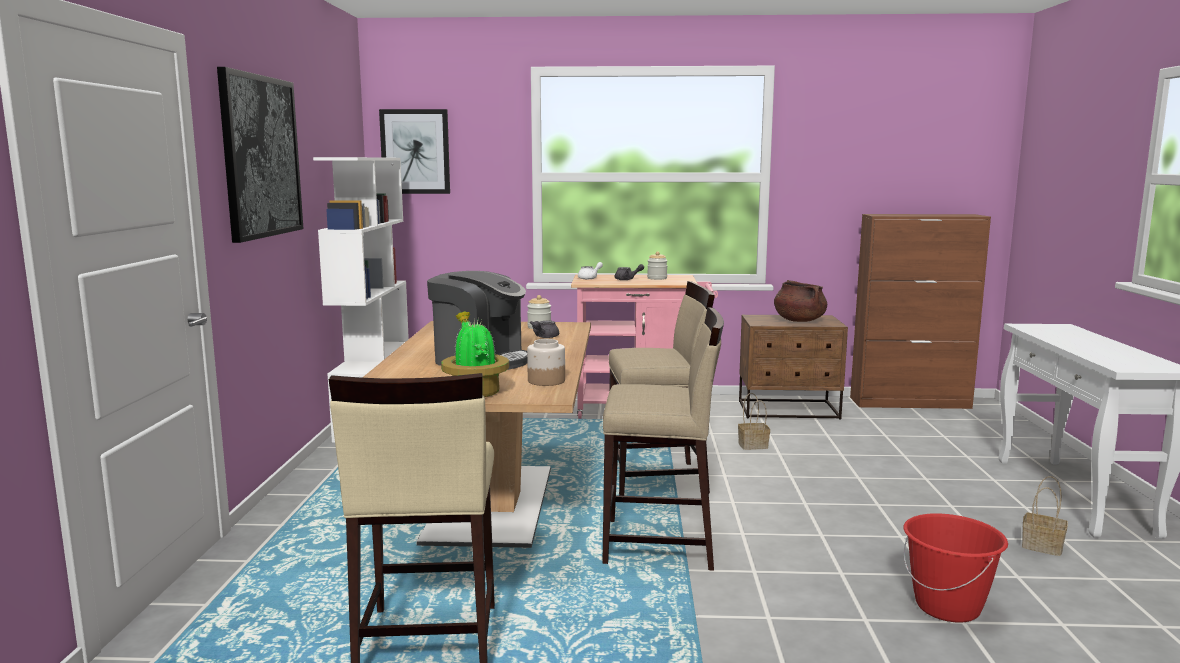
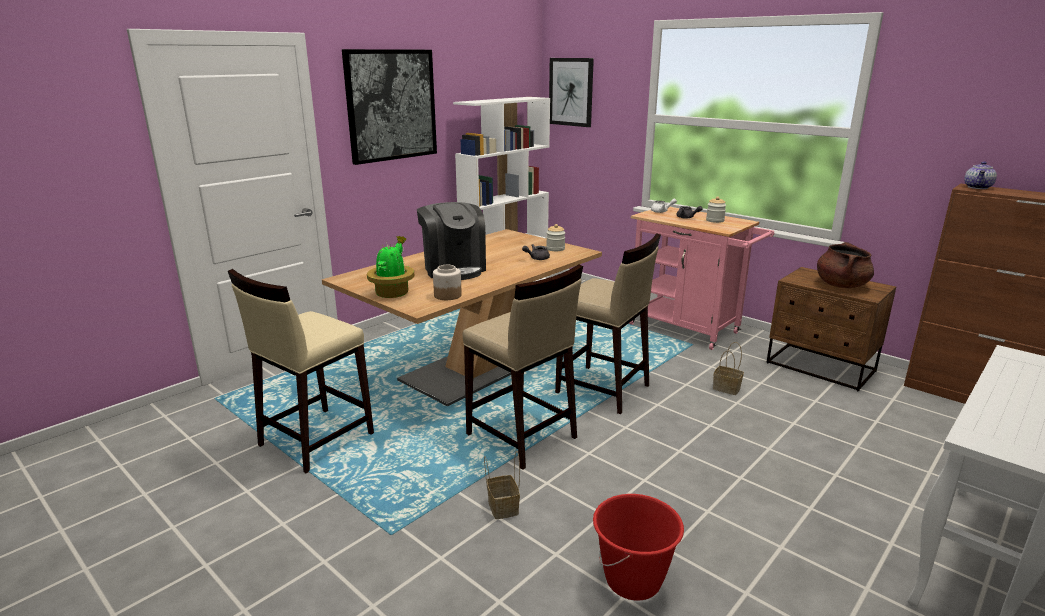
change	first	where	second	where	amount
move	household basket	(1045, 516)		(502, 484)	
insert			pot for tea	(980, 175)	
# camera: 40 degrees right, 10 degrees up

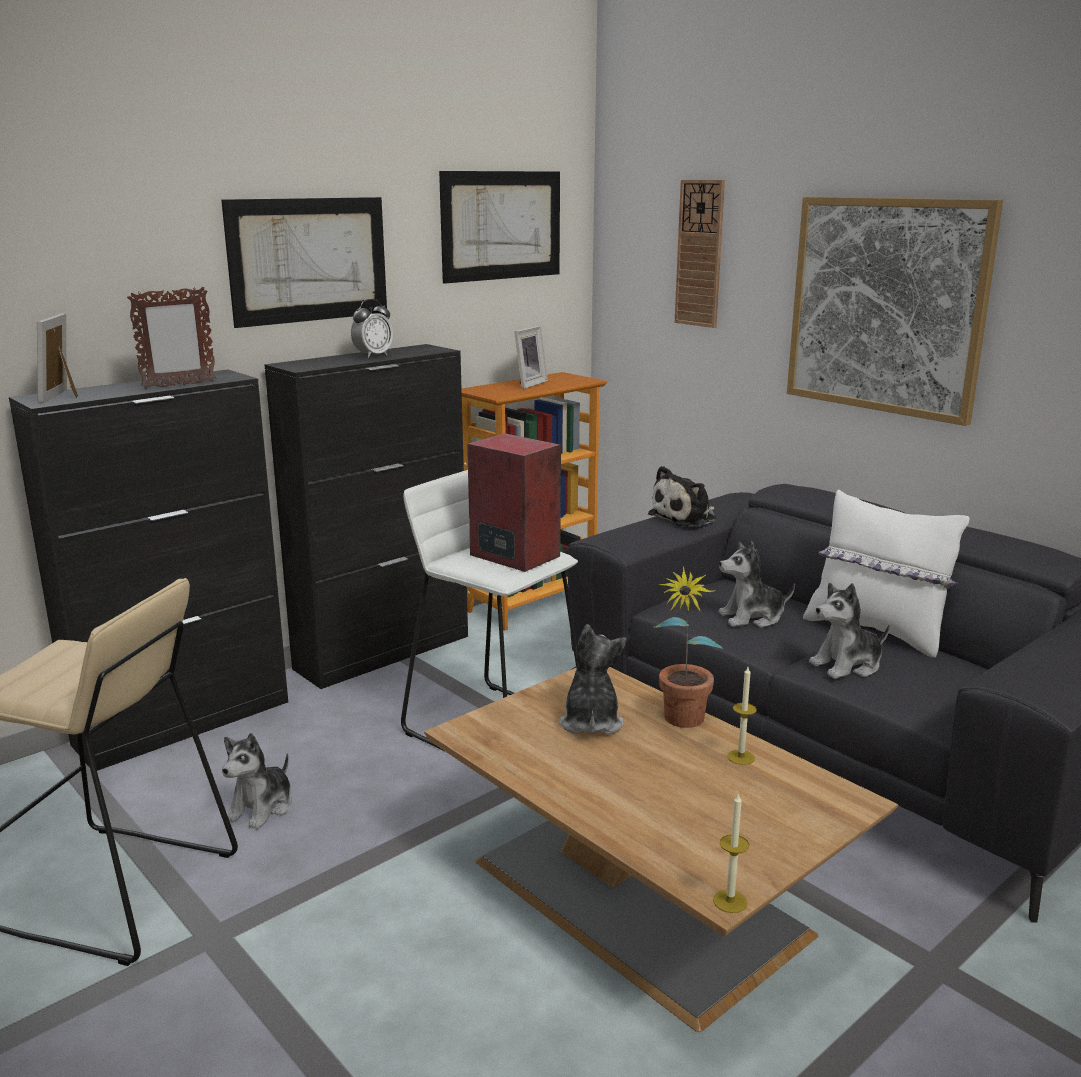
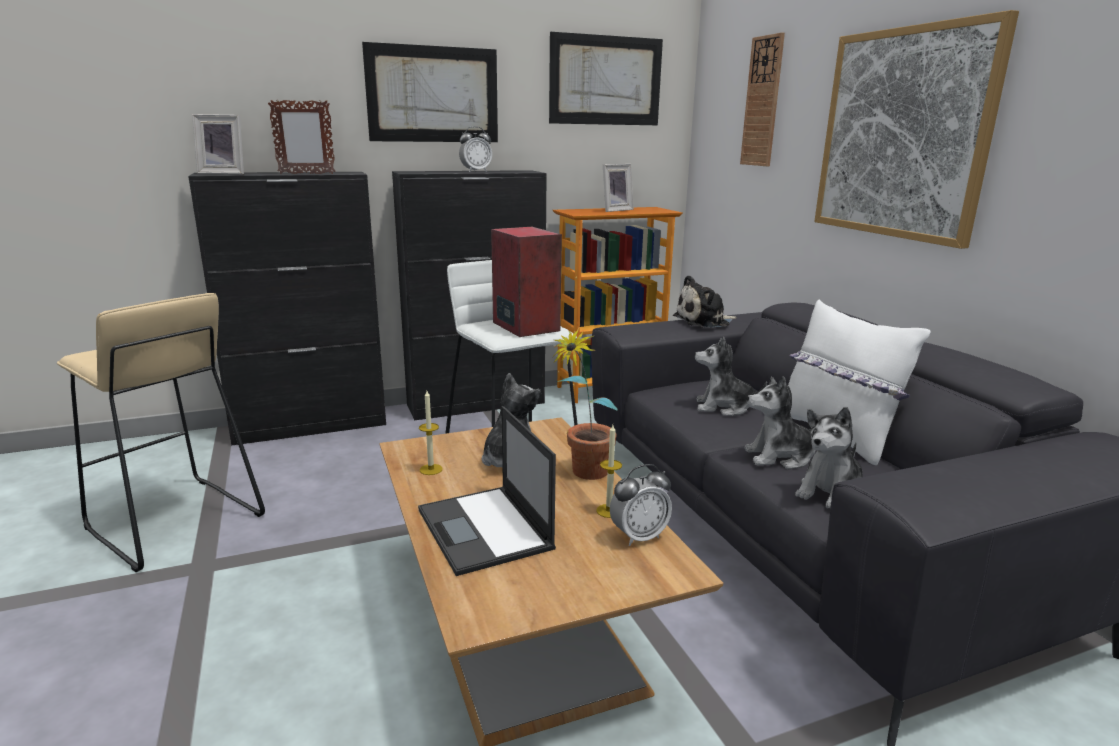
change	first	where	second	where	amount
rotate	photo frame	(57, 358)		(218, 144)	105 degrees counterclockwise
move	plush toy	(257, 781)		(829, 457)	
move	wax candle	(731, 852)		(431, 433)	
insert			laptop	(487, 491)	
insert			table clock	(641, 505)	
# camera: 20 degrees right, 0 degrees up

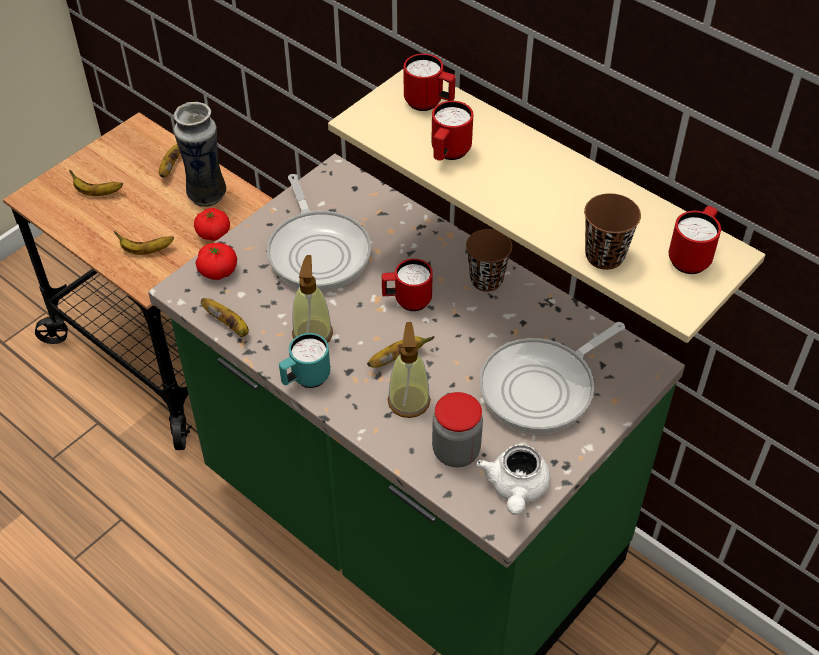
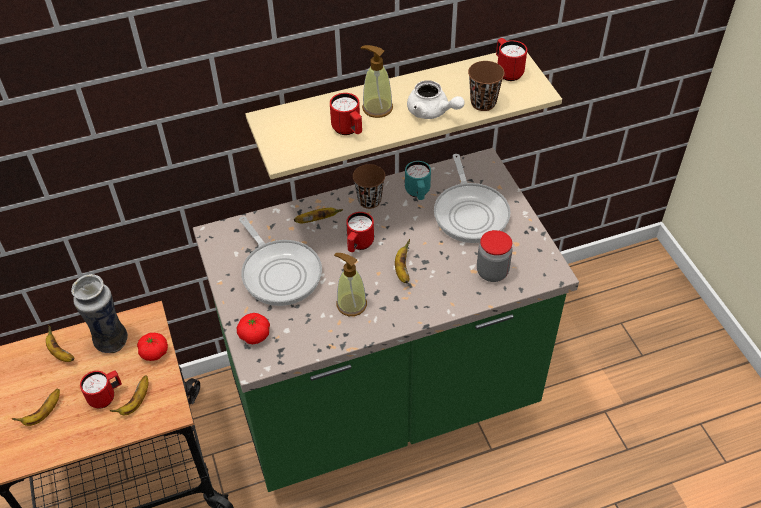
change	first	where	second	where	amount
move	red-coloured tea mug	(430, 82)		(101, 389)	
rotate	frying pan	(319, 232)		(280, 261)	45 degrees clockwise
move	whole banana	(225, 317)		(318, 215)	
move	soap bottle	(409, 370)		(377, 81)	
move	turquoise tea mug	(304, 360)		(418, 180)	
move	white pot for tea	(513, 479)		(436, 99)	
# camera: 60 degrees left, 0 degrees up

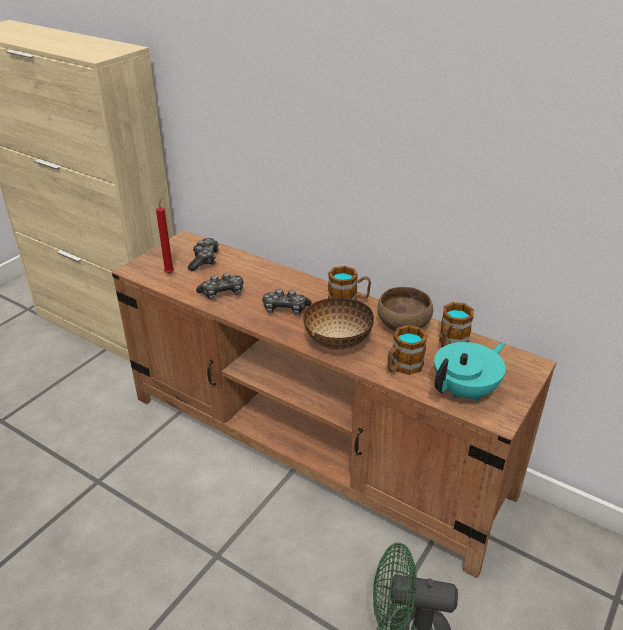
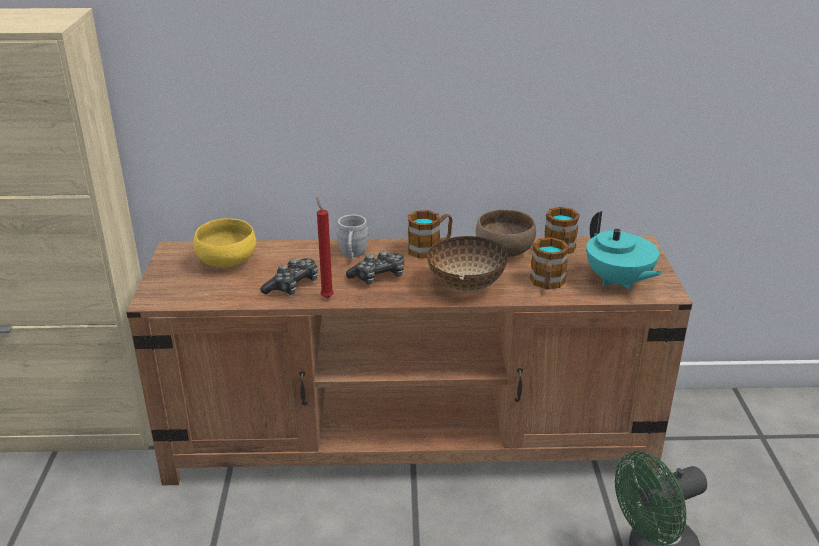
change	first	where	second	where	amount
move	red-coloured wax candle	(165, 235)		(325, 248)	
replace	gamepad	(203, 254)	yellow deep dish	(225, 242)	
rotate	turquoise pot for tea	(469, 371)		(624, 250)	135 degrees clockwise
insert			grey tea mug	(353, 237)	
# camera: 35 degrees left, 5 degrees down

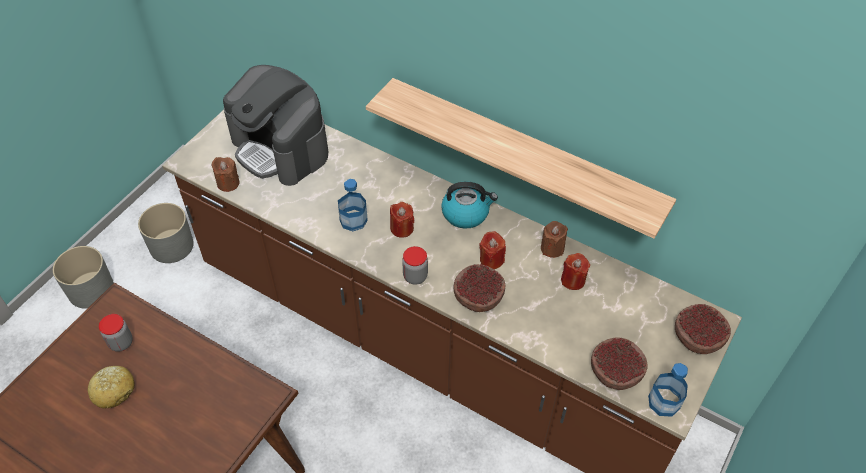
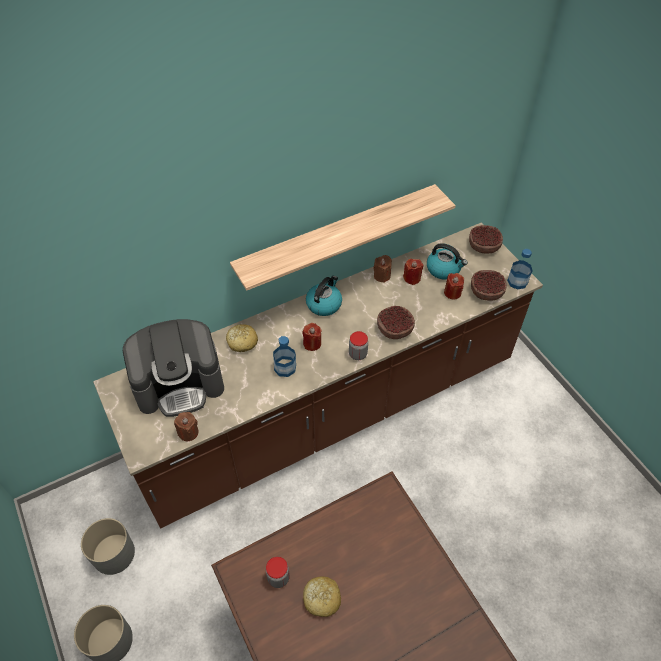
change	first	where	second	where	amount
move	red-coloured wax candle	(492, 250)		(454, 286)	
insert			tea kettle	(447, 261)	
insert			baked bread	(242, 338)	
# camera: 60 degrees left, 0 degrees up

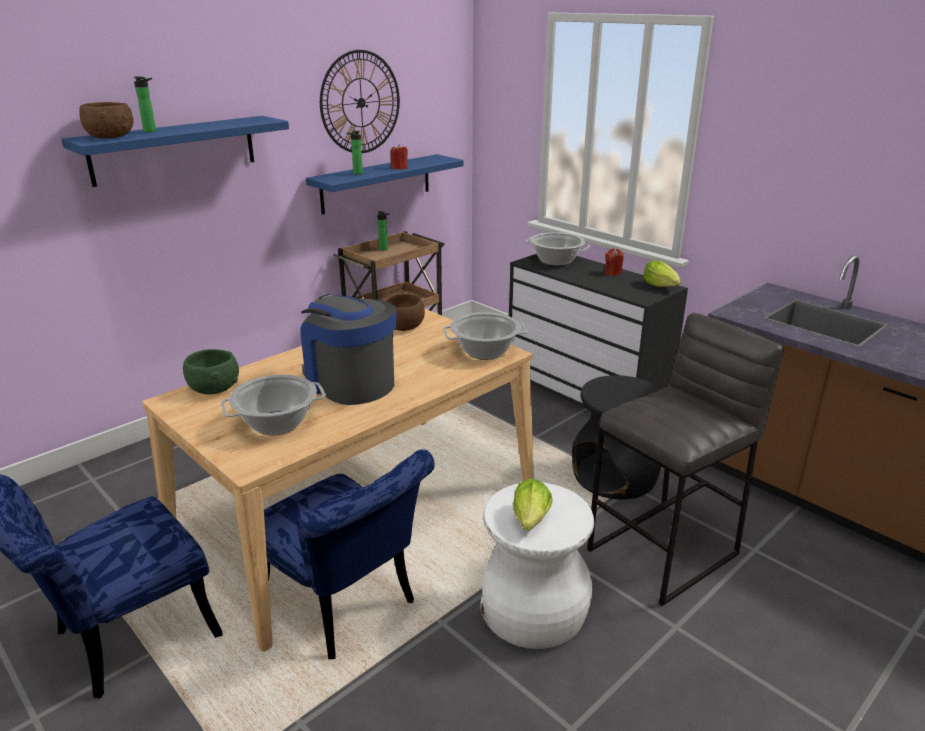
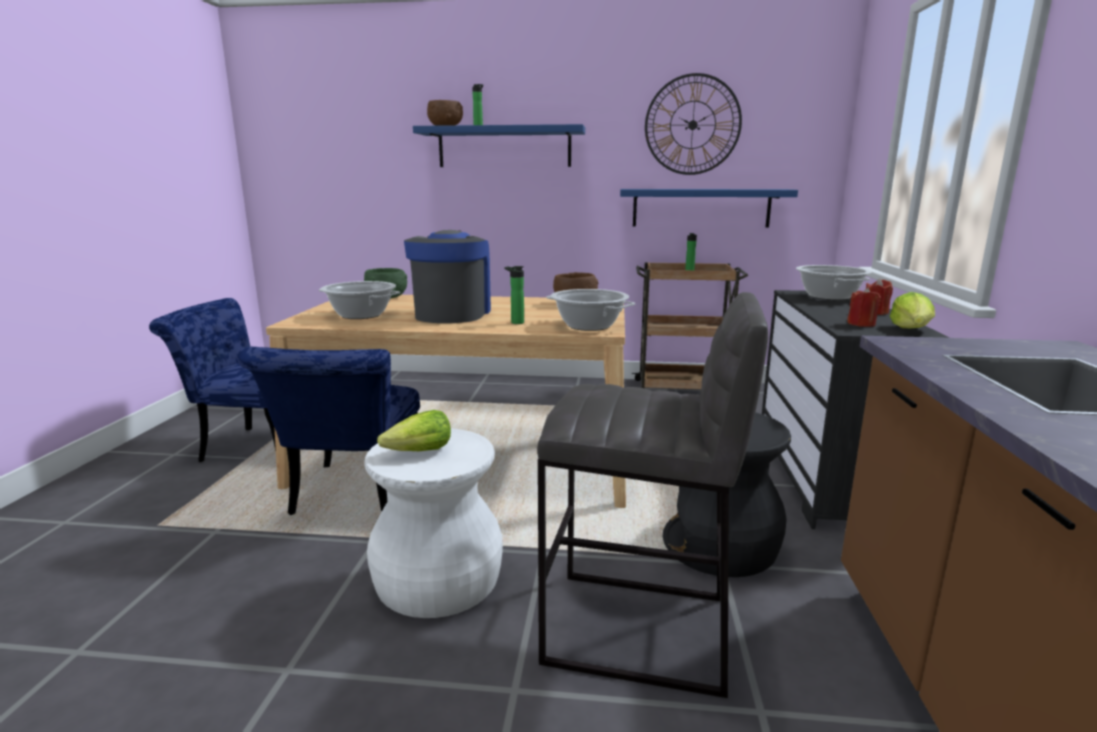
change	first	where	second	where	amount
move	bottle	(355, 152)		(514, 295)	
move	red-coloured wax candle	(399, 157)		(864, 307)	
# camera: 50 degrees right, 10 degrees down

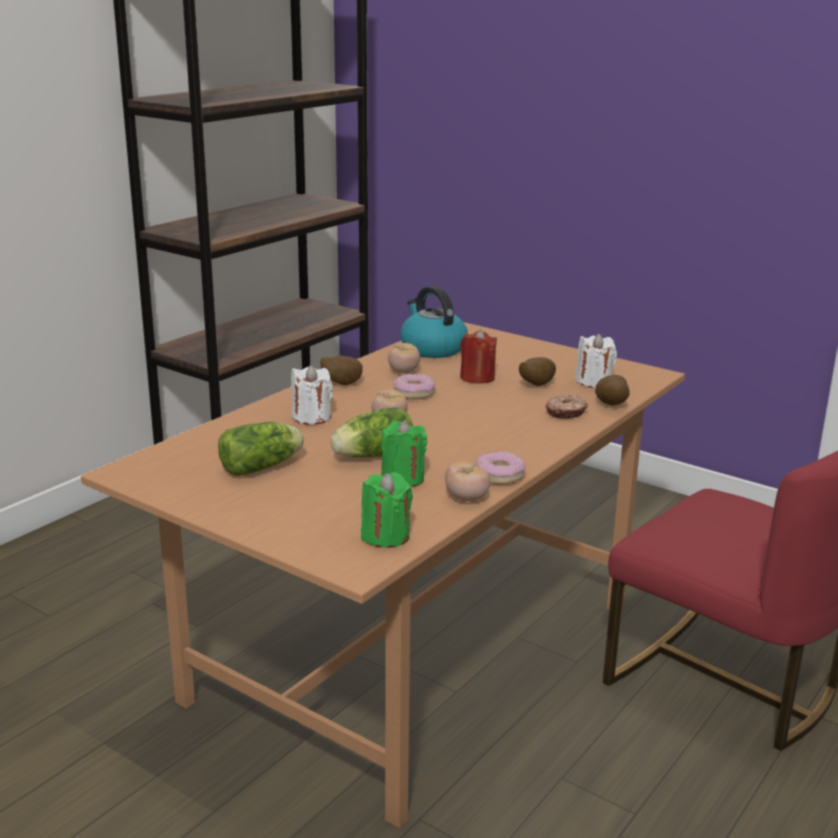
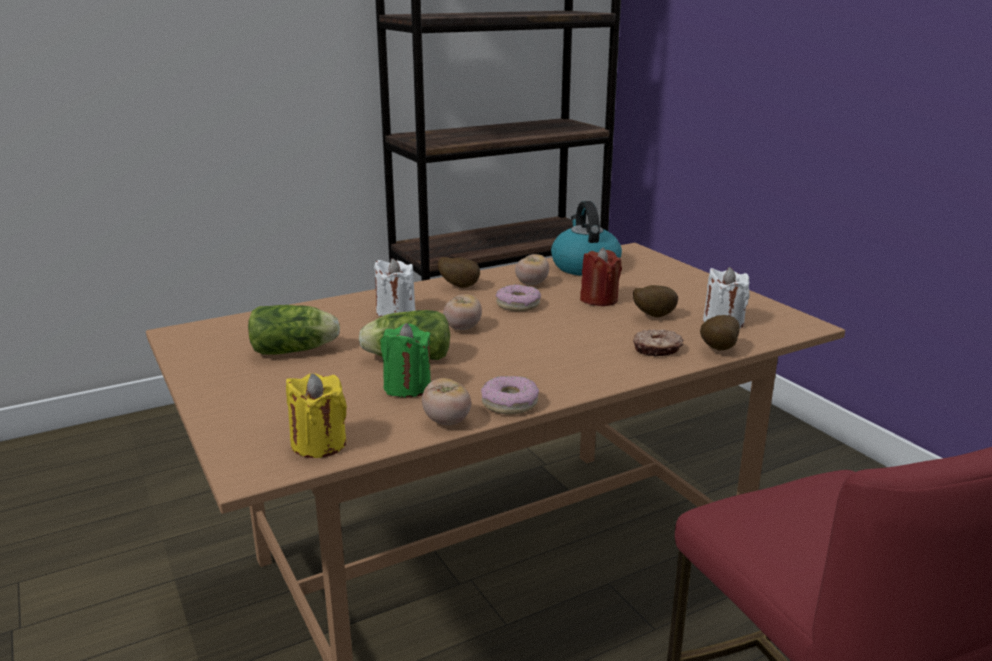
change	first	where	second	where	amount
recolor	green-coloured wax candle	(387, 510)	yellow wax candle	(316, 415)	
# camera: 25 degrees right, 0 degrees up

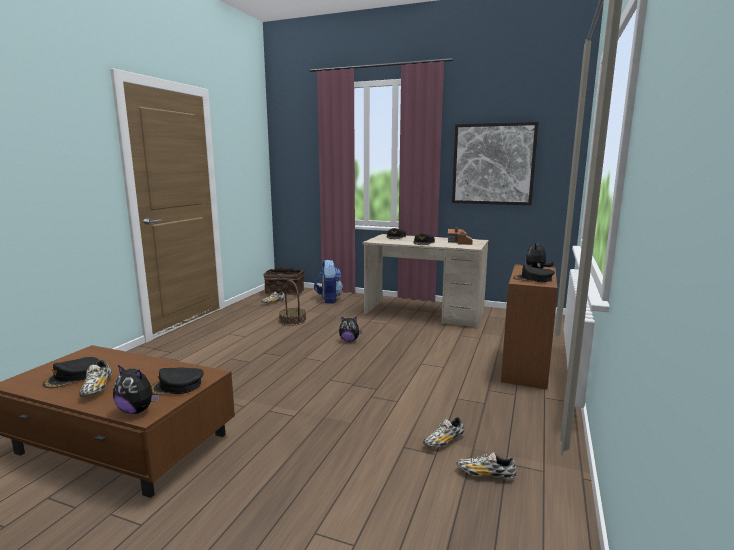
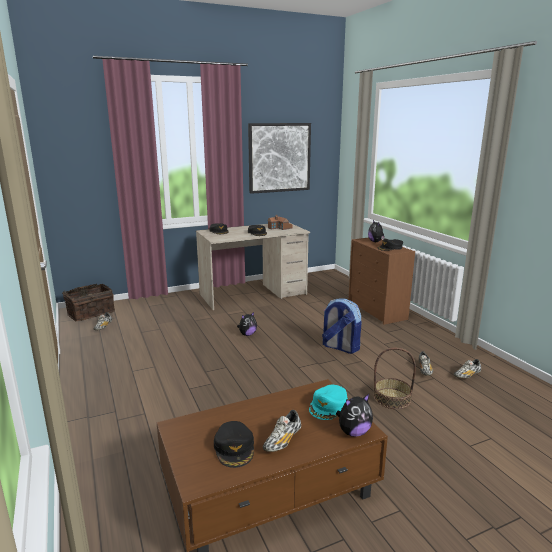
change	first	where	second	where	amount
move	backpack	(328, 281)		(341, 326)	
move	household basket	(292, 303)		(395, 378)	
rotate	low shoe	(95, 378)		(282, 431)	90 degrees clockwise
recolor	blackish peaked cap	(177, 381)	turquoise peaked cap	(328, 402)	
# camera: 45 degrees left, 5 degrees up

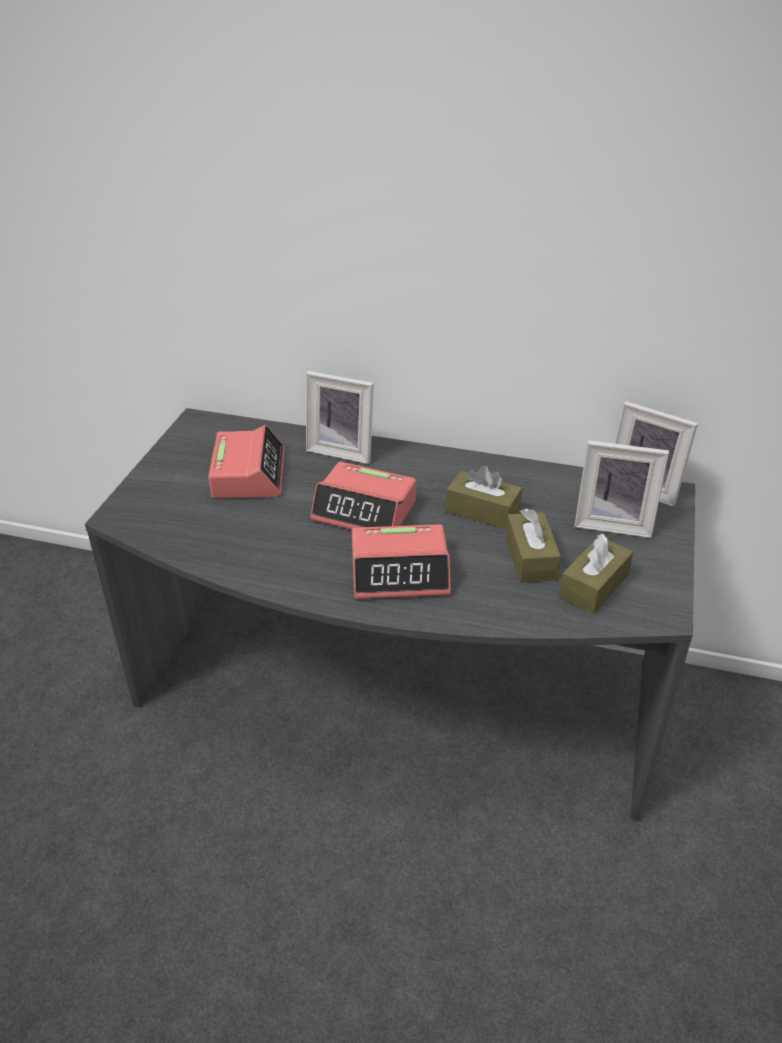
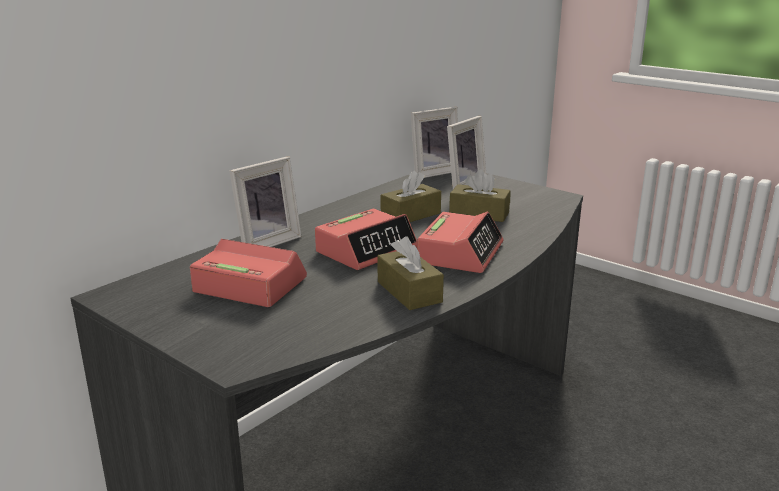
change	first	where	second	where	amount
move	brown-coloured tissue box	(596, 574)		(411, 273)	
# camera: 65 degrees left, 15 degrees down

